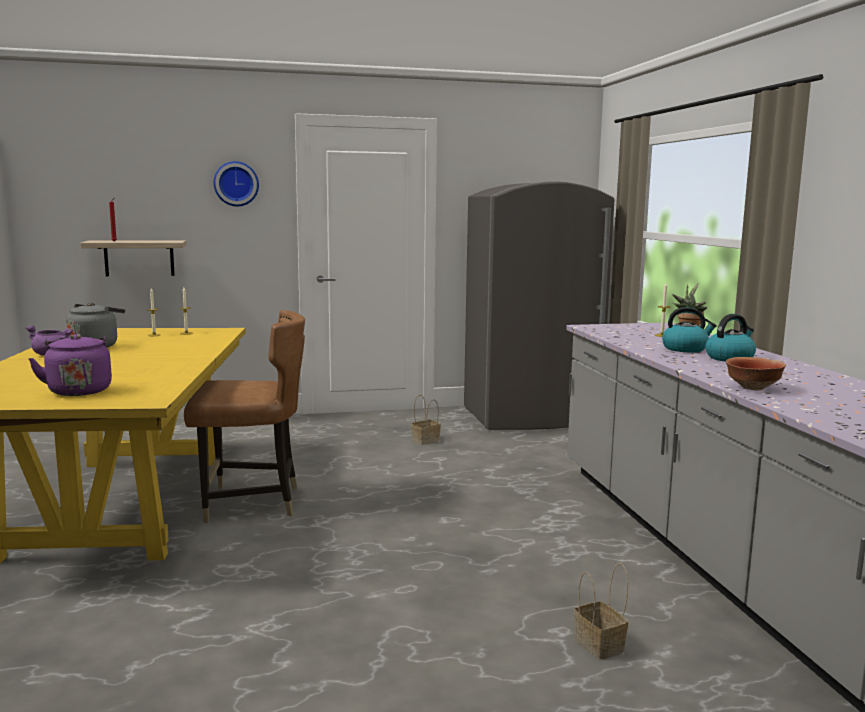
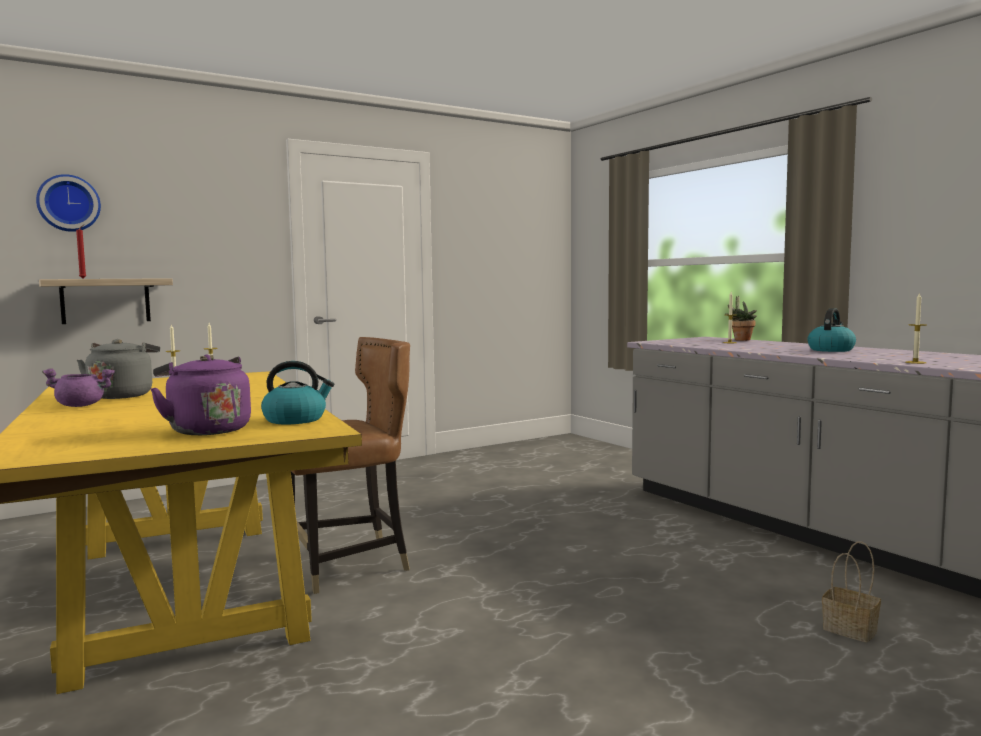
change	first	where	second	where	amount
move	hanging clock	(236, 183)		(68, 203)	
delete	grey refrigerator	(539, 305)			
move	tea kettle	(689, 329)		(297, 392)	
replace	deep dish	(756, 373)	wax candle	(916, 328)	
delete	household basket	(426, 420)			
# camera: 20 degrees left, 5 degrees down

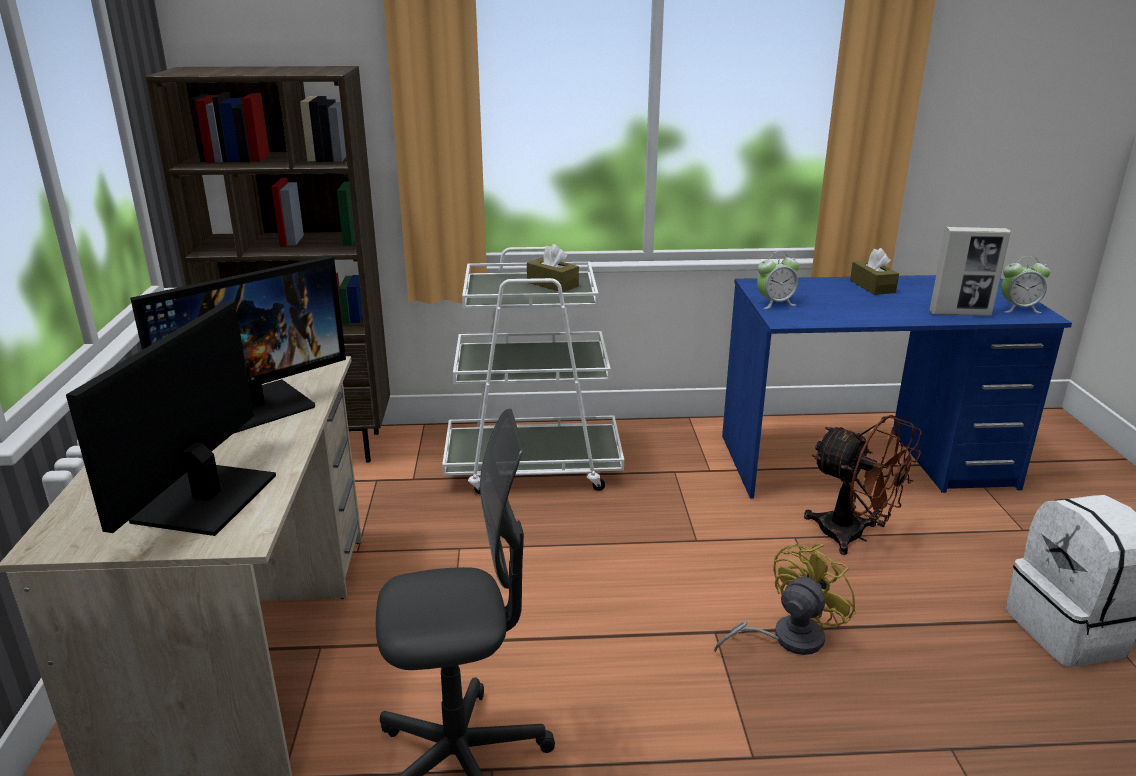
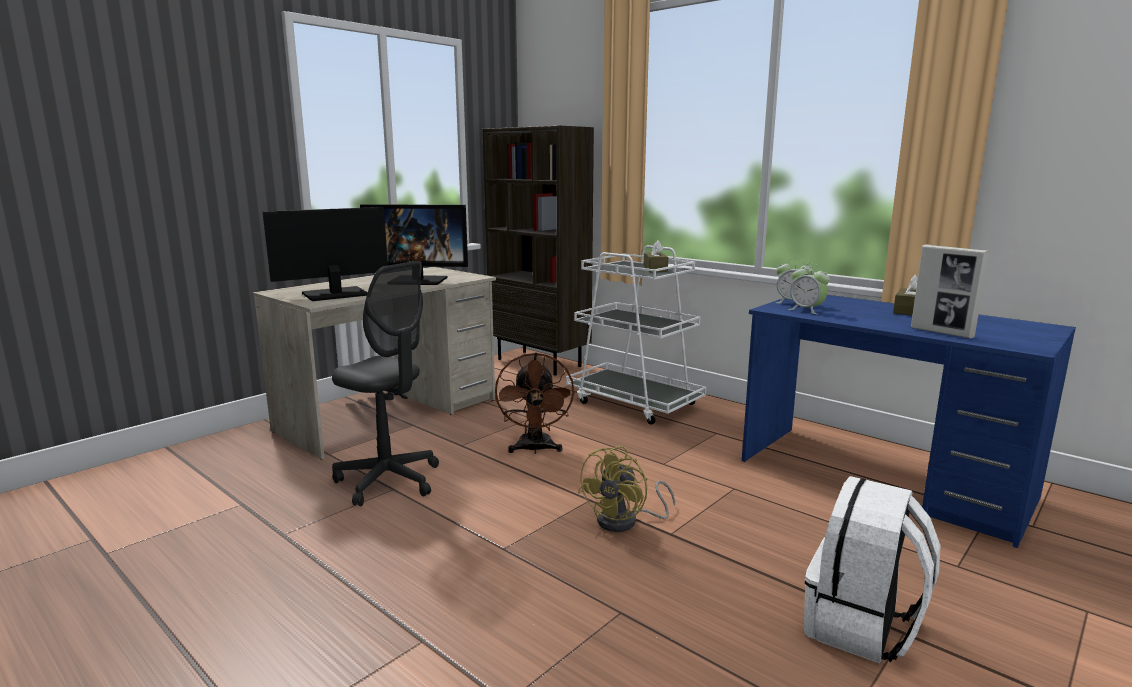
change	first	where	second	where	amount
move	table clock	(1025, 284)		(809, 289)	
move	brown-coloured fan	(863, 485)		(535, 403)	
rotate	yellow fan	(785, 599)		(626, 489)	120 degrees clockwise
# camera: 45 degrees right, 10 degrees down

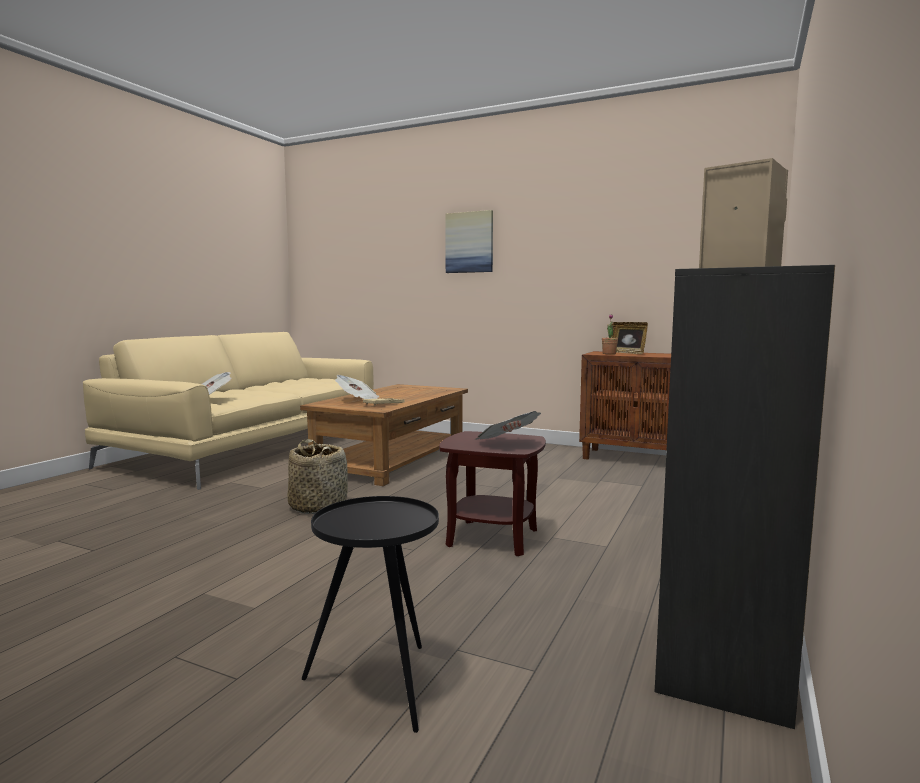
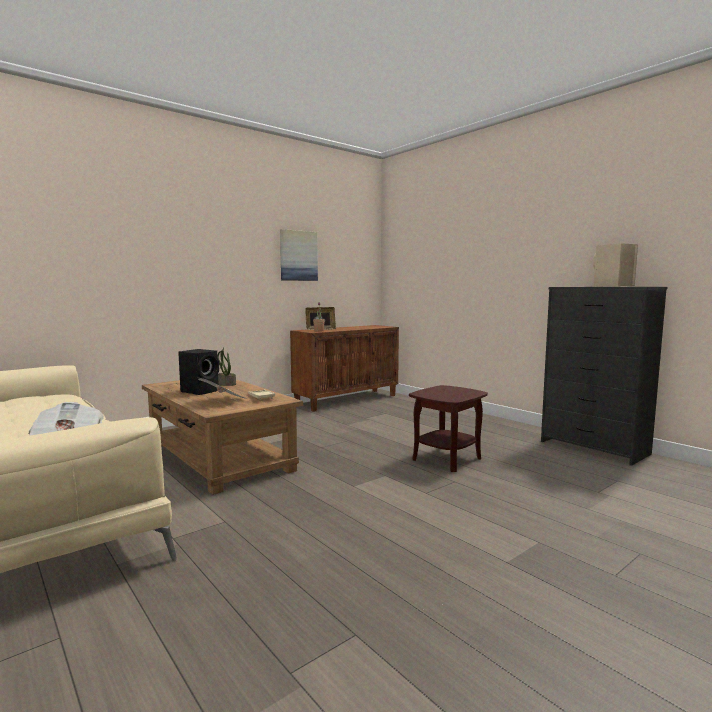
change	first	where	second	where	amount
move	picture	(469, 241)		(299, 255)	
delete	printed paper	(508, 425)			
delete	household basket	(318, 476)			
delete	blackish side table	(370, 614)			
insert			plant in a pot	(226, 366)	
insert			blackish speaker	(198, 372)	
# camera: 65 degrees left, 0 degrees up

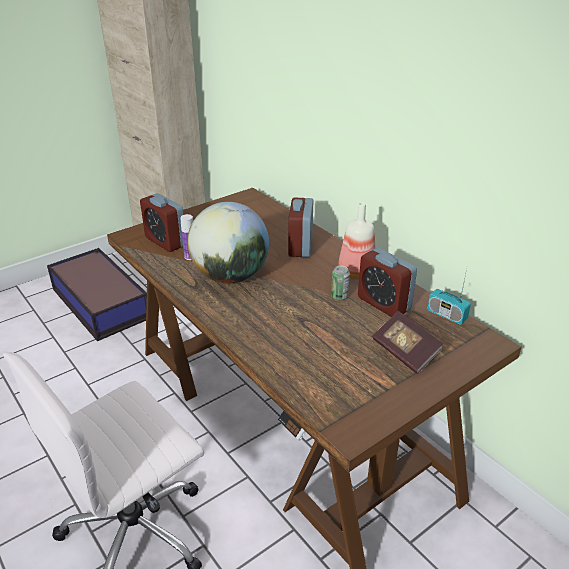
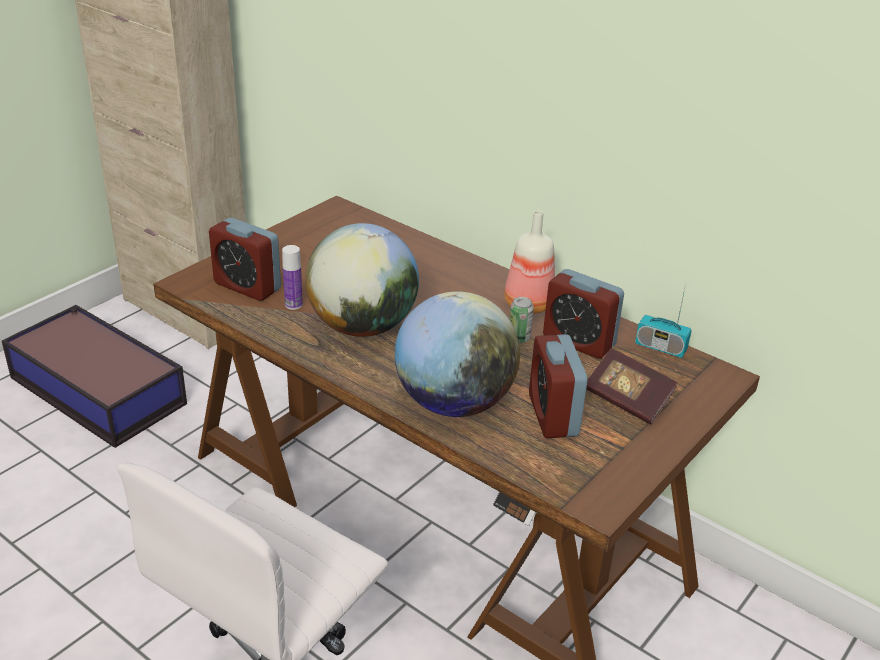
change	first	where	second	where	amount
move	table clock	(300, 227)		(558, 386)	
insert			desk globe	(457, 354)	
# camera: 15 degrees left, 0 degrees up

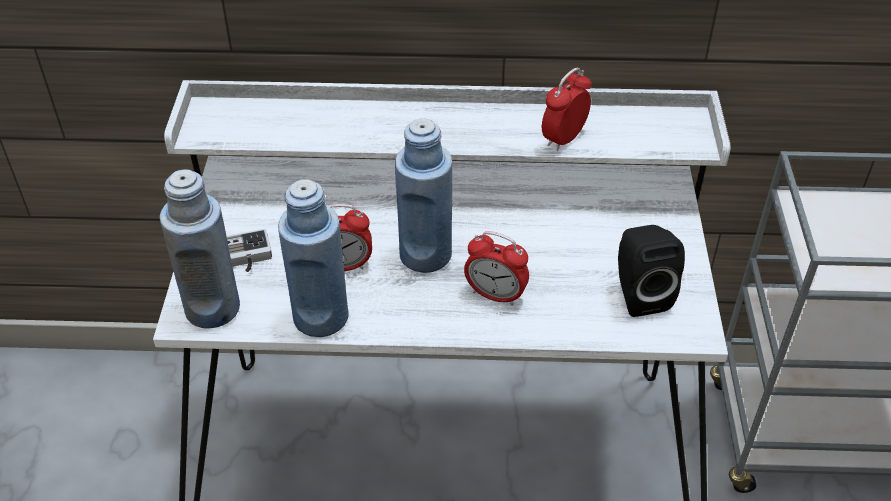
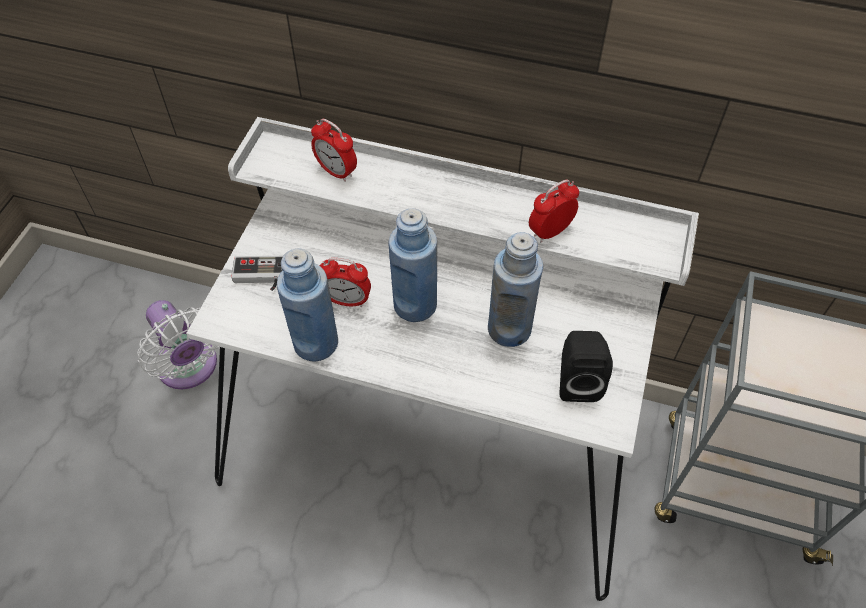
change	first	where	second	where	amount
move	blue-coloured bottle	(200, 249)		(515, 289)	
move	table clock	(496, 268)		(334, 150)	
insert			white fan	(178, 344)	
# camera: 15 degrees right, 10 degrees up

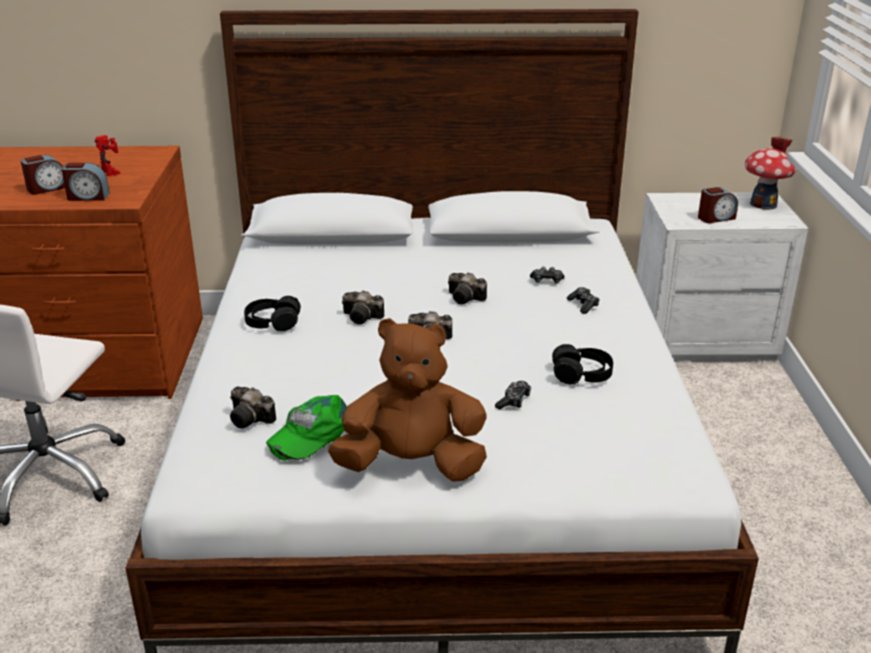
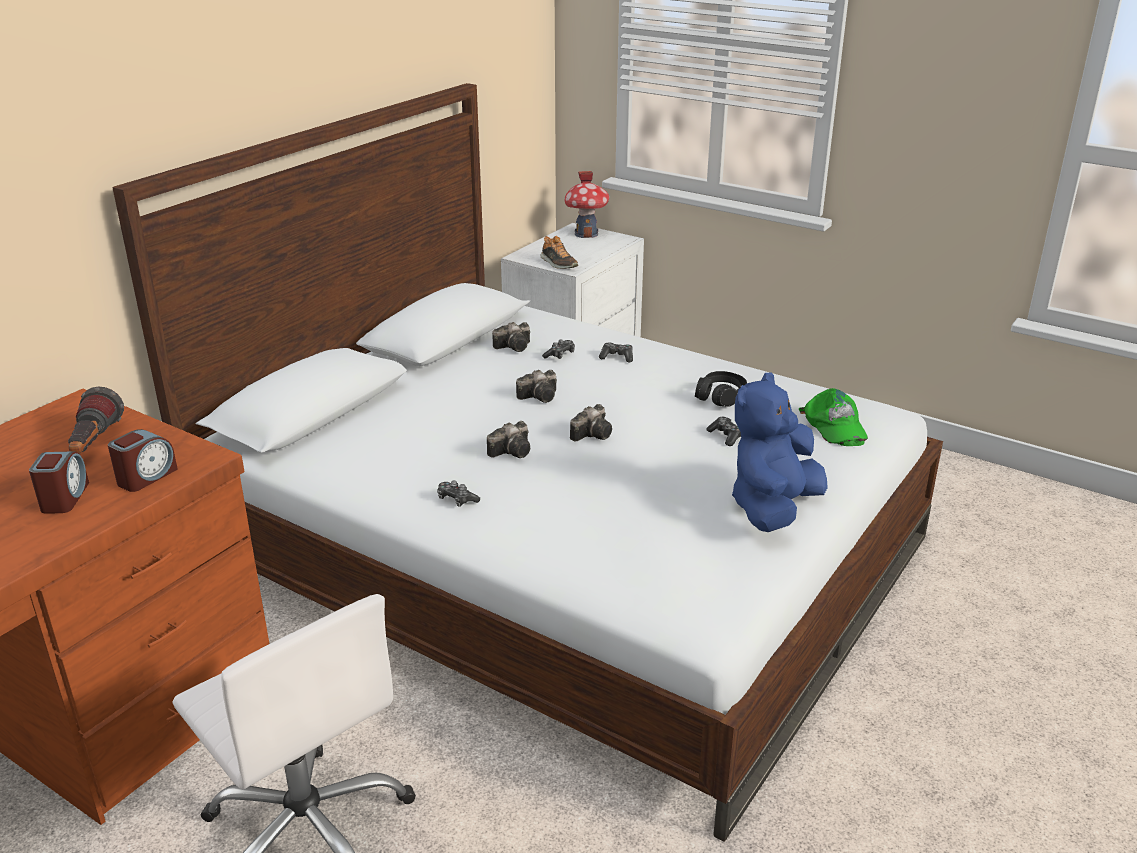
change	first	where	second	where	amount
replace	model robot	(107, 156)	torch	(96, 420)	
delete	table clock	(718, 205)			
replace	blackish headphones	(272, 313)	gamepad	(458, 494)	
recolor	brown-coloured plush toy	(407, 400)	blue-coloured plush toy	(780, 452)	
move	photo camera	(253, 407)		(511, 337)	
move	green-coloured peaked cap	(306, 427)		(833, 417)	
insert			low shoe	(559, 252)	
# camera: 55 degrees left, 0 degrees up

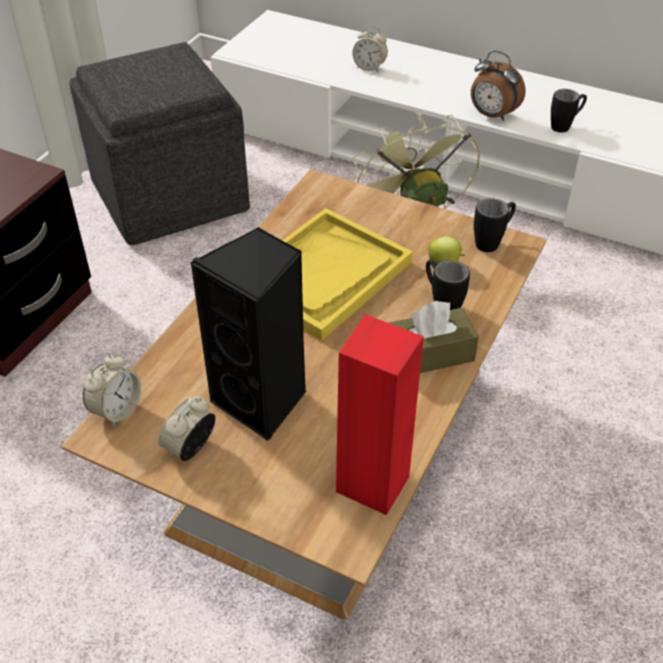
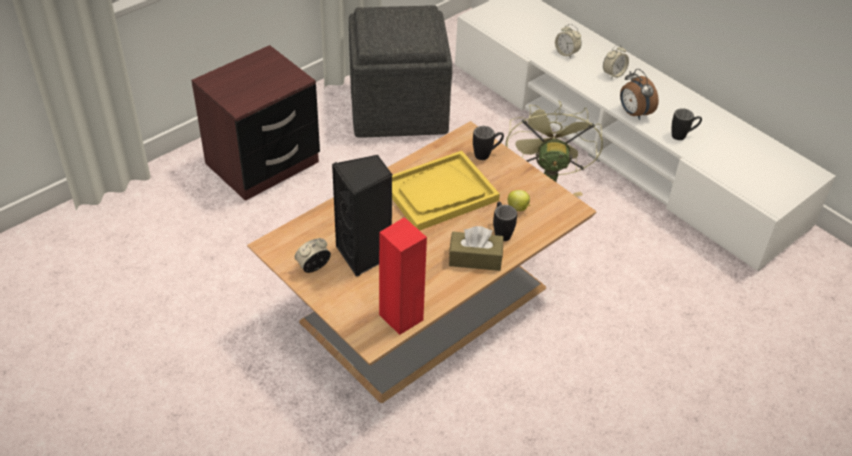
change	first	where	second	where	amount
move	blackish tea mug	(495, 225)		(488, 143)	
move	table clock	(112, 390)		(616, 61)	
# camera: 20 degrees right, 0 degrees up

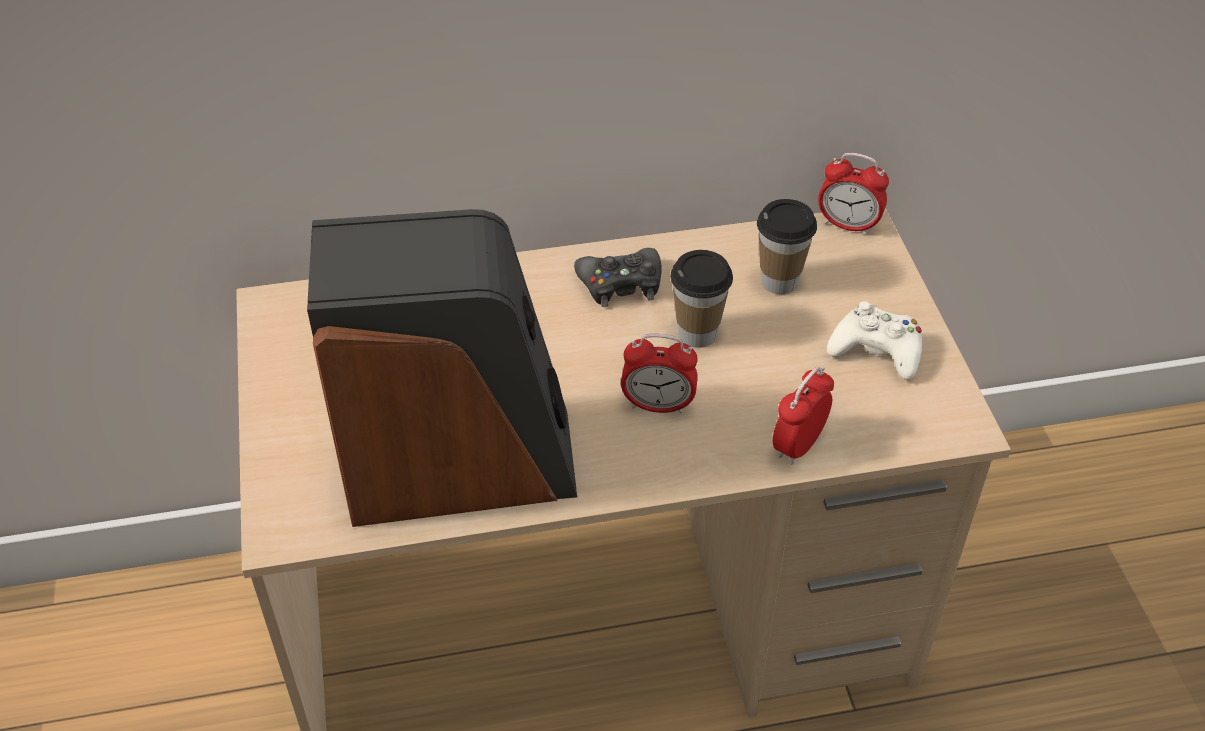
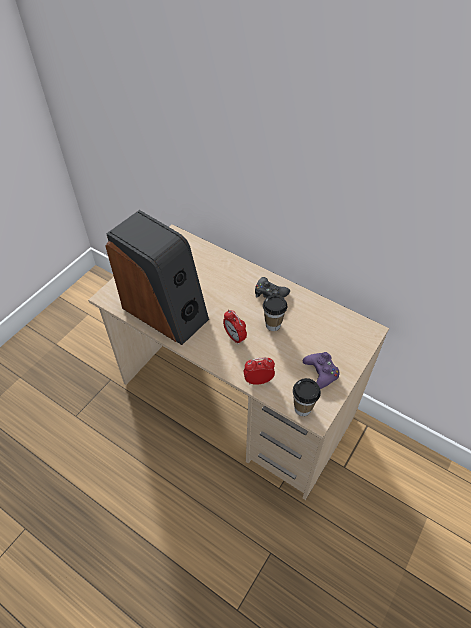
change	first	where	second	where	amount
delete	table clock	(853, 193)			
move	drinking cup	(787, 246)		(307, 397)	
recolor	white gamepad	(874, 340)	purple gamepad	(321, 370)	
# camera: 45 degrees right, 5 degrees up

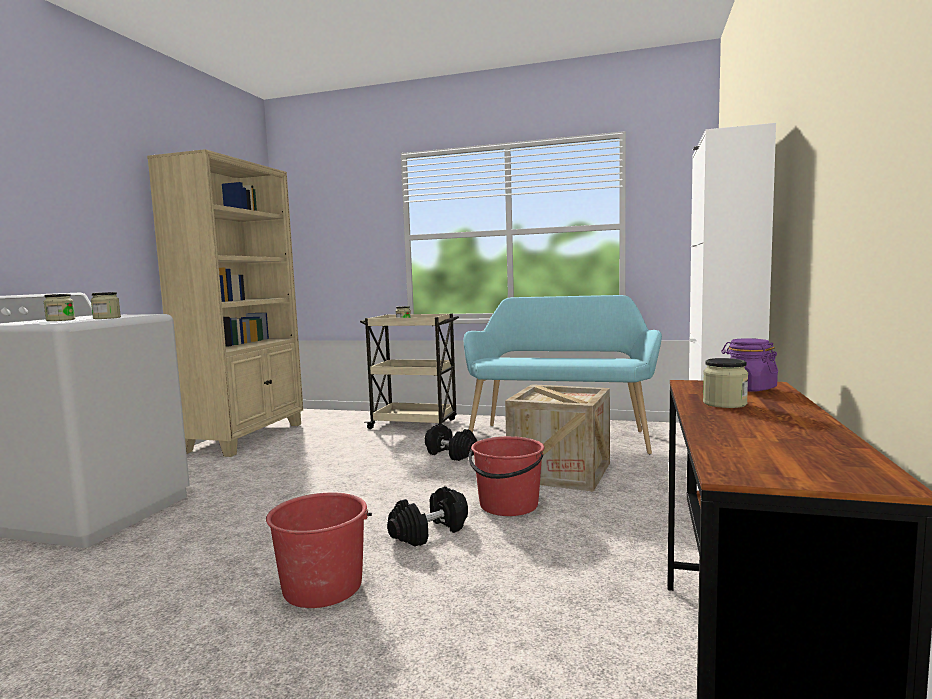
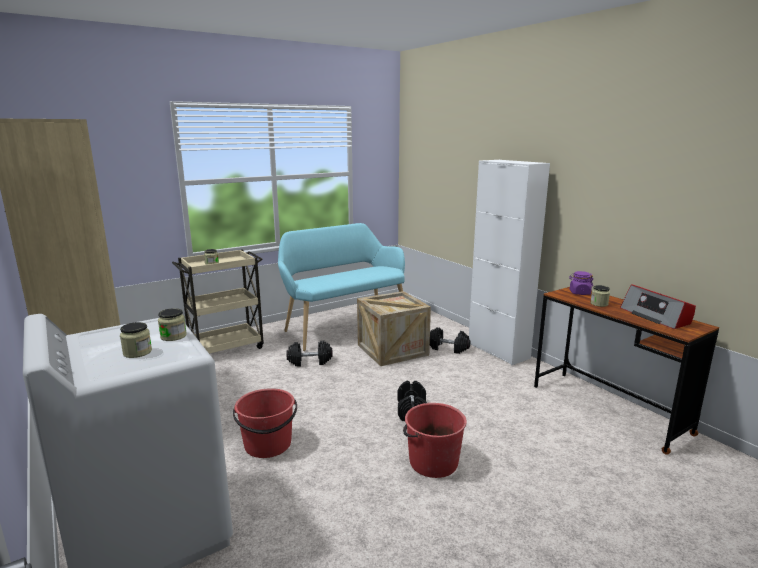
change	first	where	second	where	amount
move	red-coloured pail	(507, 476)		(265, 423)	
insert			radio receiver	(658, 306)	
insert			blackish hand weight	(450, 340)	
# camera: 50 degrees left, 10 degrees up

